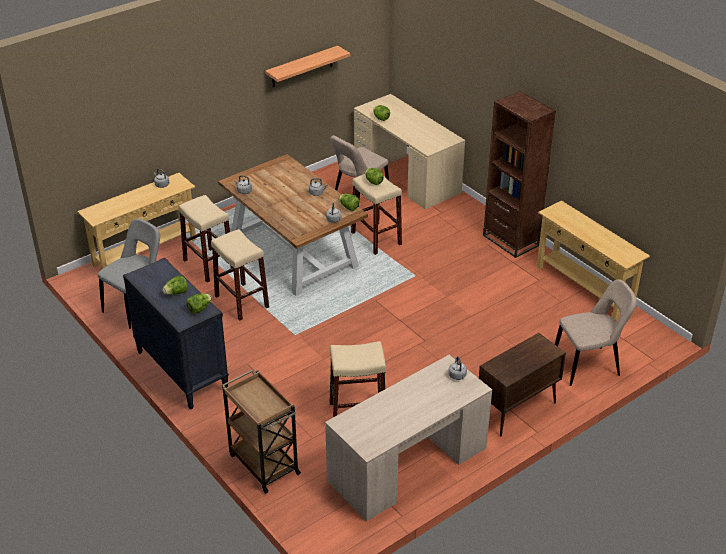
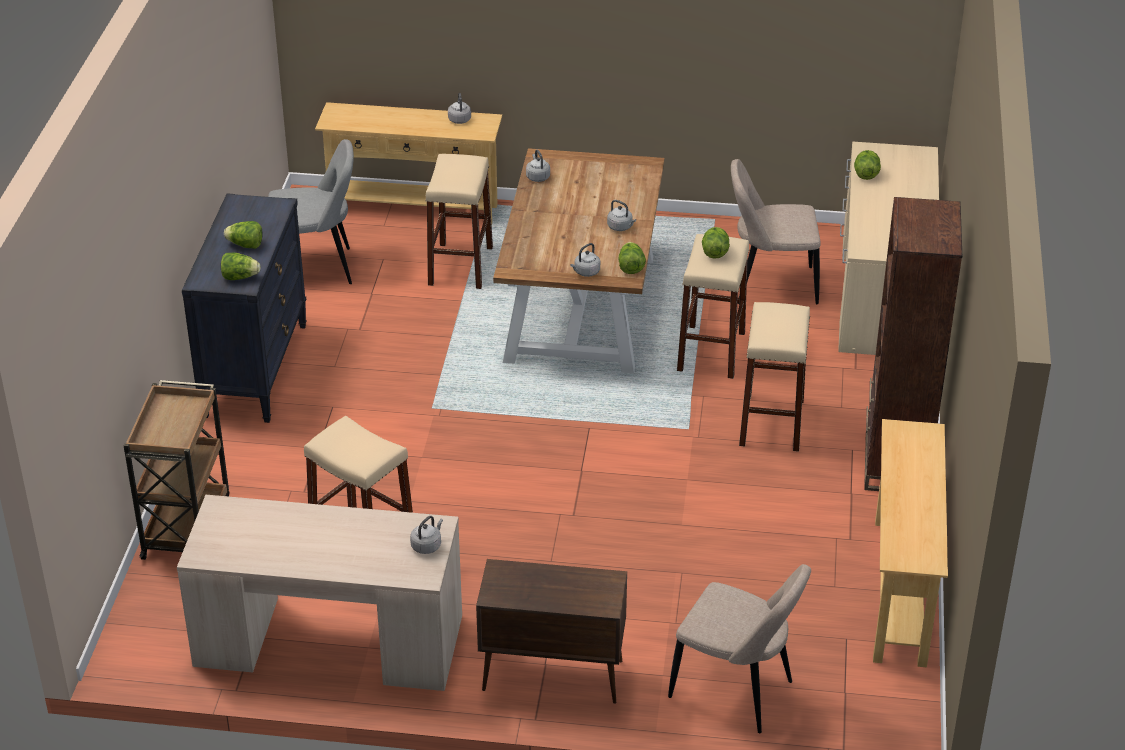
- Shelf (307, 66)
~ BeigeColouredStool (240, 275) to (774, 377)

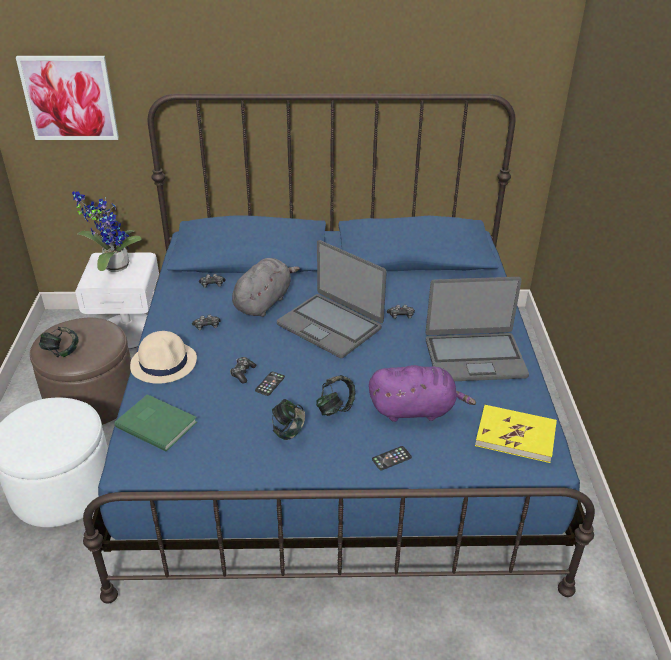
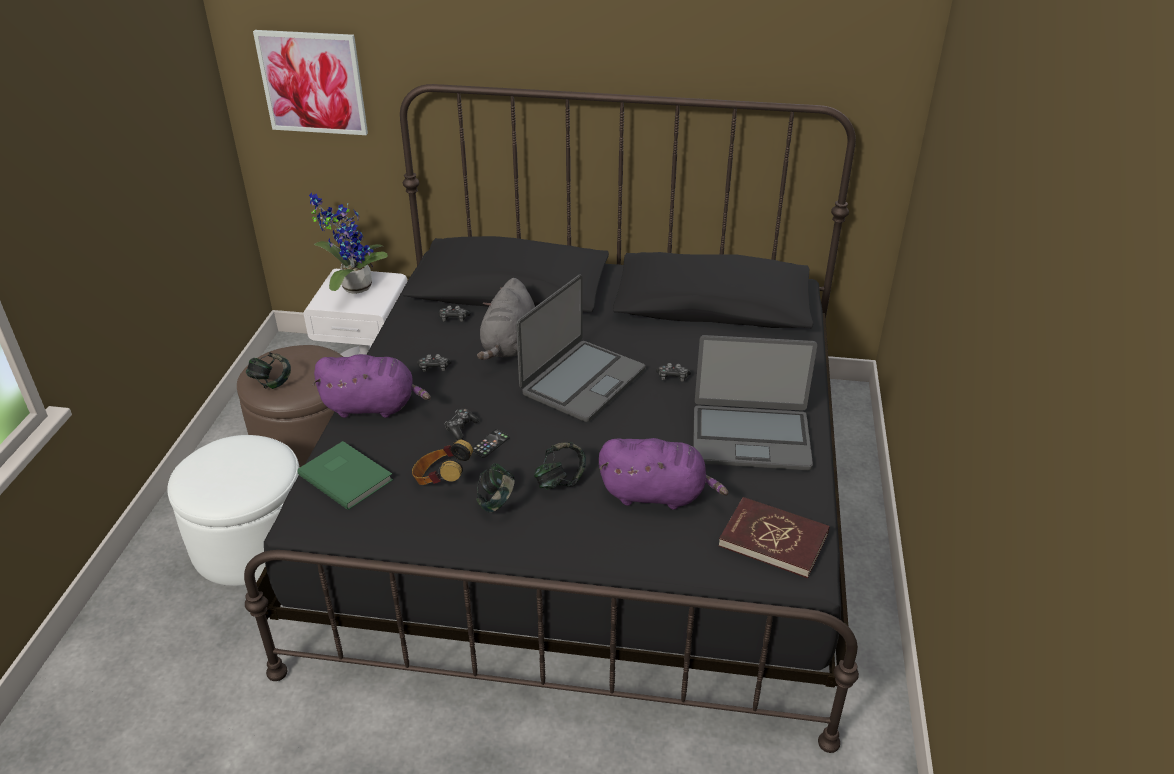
- Phone (392, 458)
+ Headphones (442, 462)
~ BeigeColouredWearableHat (163, 357) to PurpleColouredCuddlyToy (372, 386)
~ BlueColouredSleepingBed (339, 349) to BlackColouredSleepingBed (551, 418)
~ YellowBook (516, 434) to ReddishBook (774, 537)
~ GreyishCuddlyToy (266, 287) = (506, 319) 150 degrees clockwise
~ Laptop (332, 299) = (580, 348) 105 degrees counterclockwise

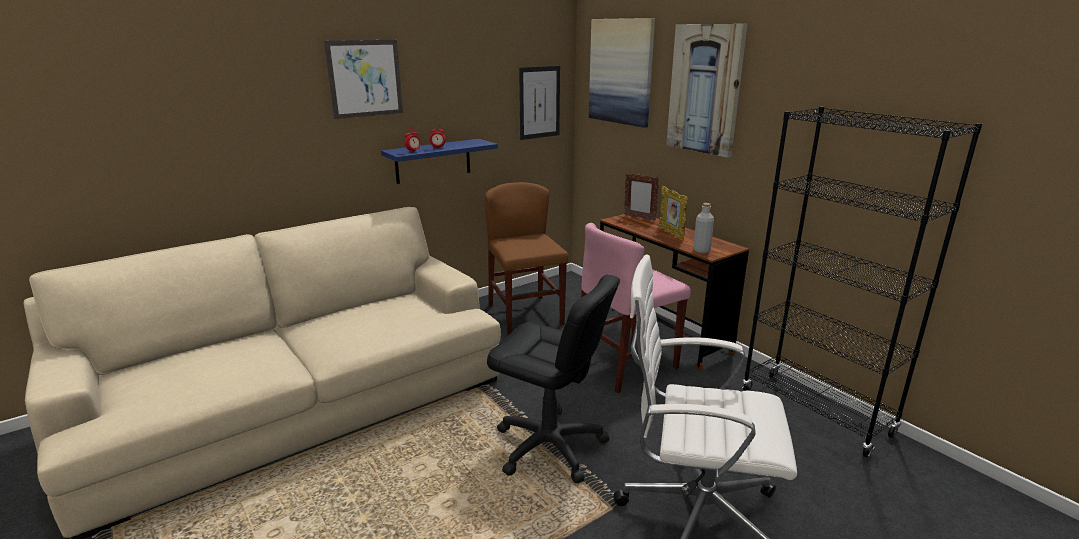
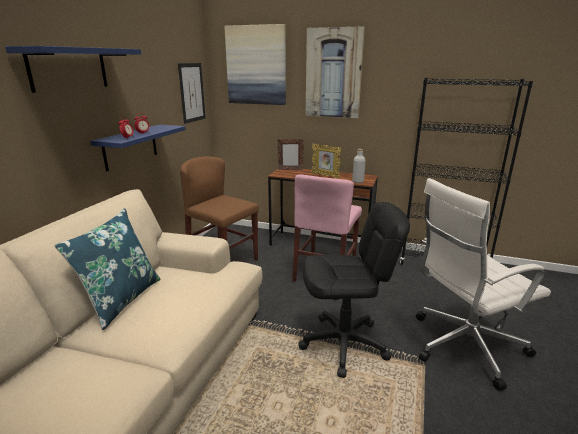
+ BlueColouredThrowPillow (107, 269)
~ WallPicture (363, 79) to BlueColouredShelf (73, 69)

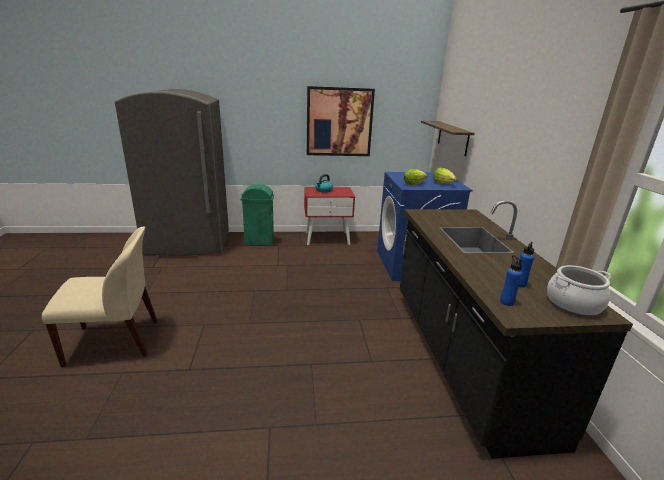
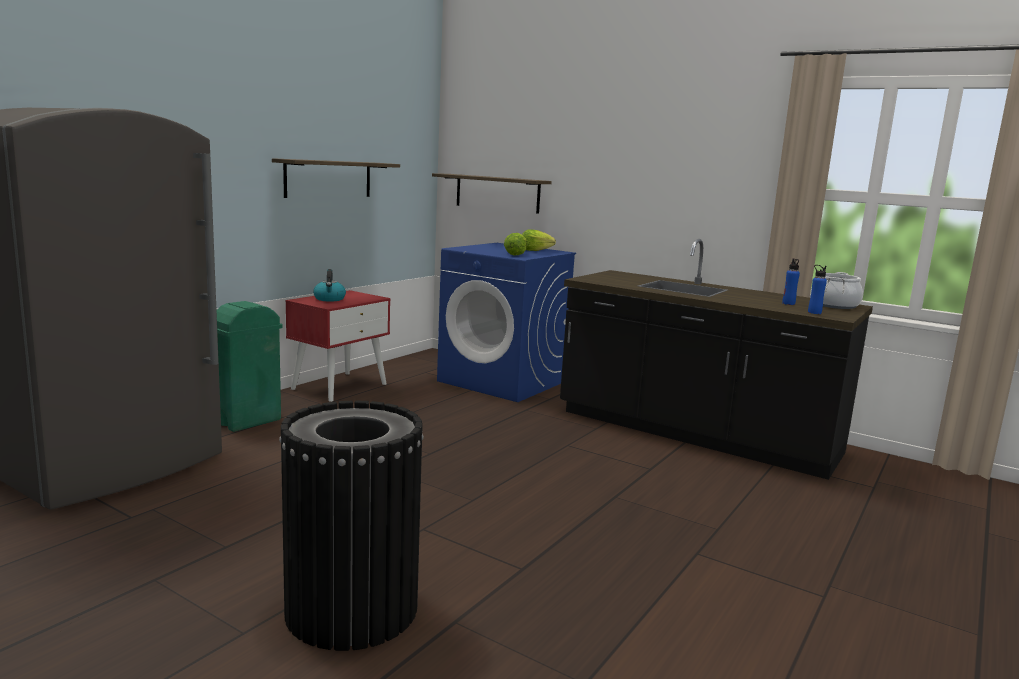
~ BeigeColouredUprightChair (100, 297) to BlackColouredWasteBin (351, 526)
~ WallPicture (341, 121) to Shelf (336, 178)

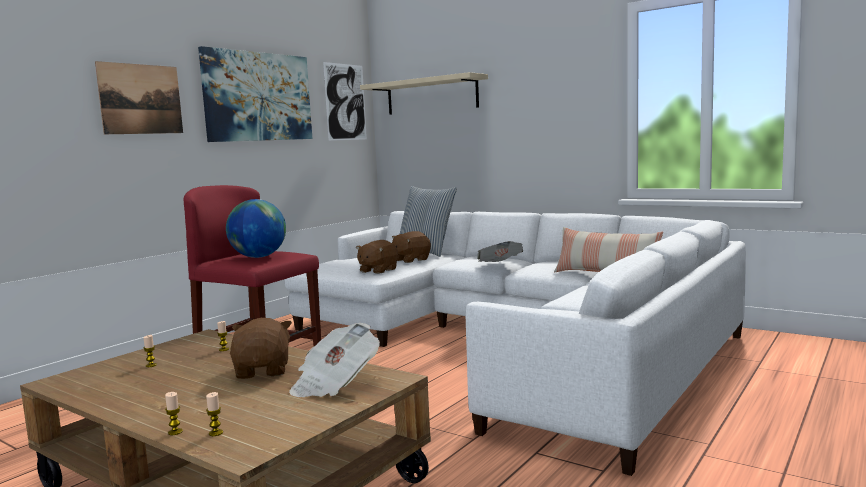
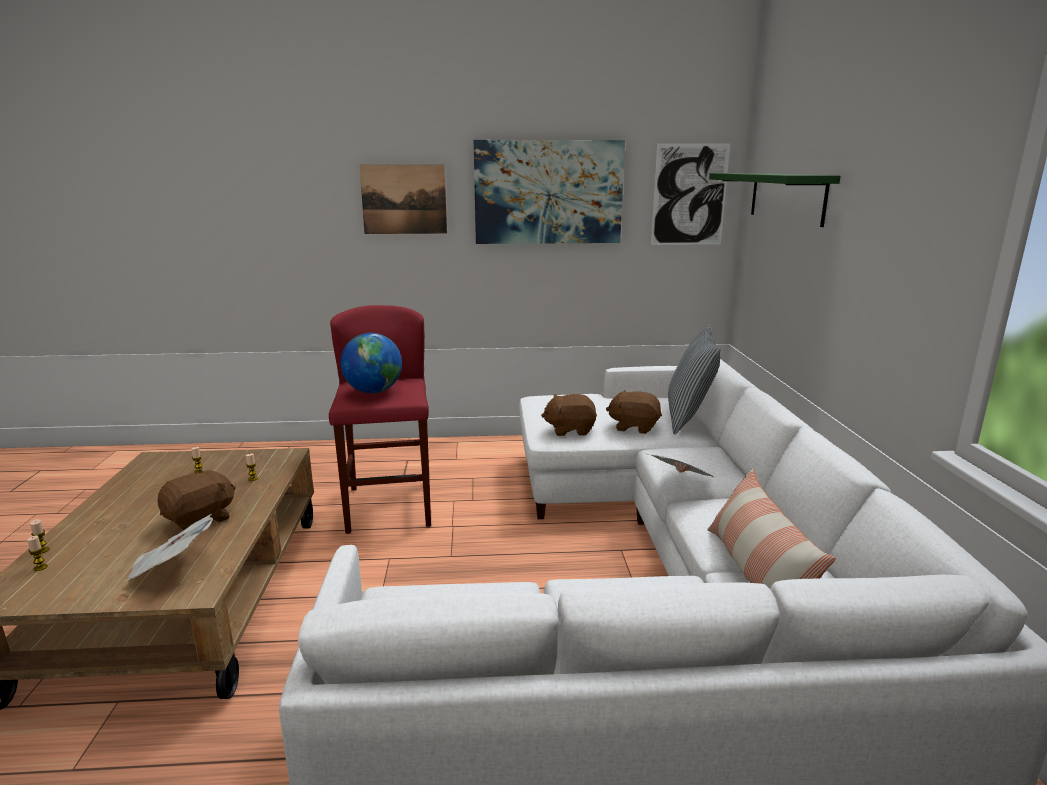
~ BeigeColouredShelf (424, 93) to GreenishShelf (774, 200)

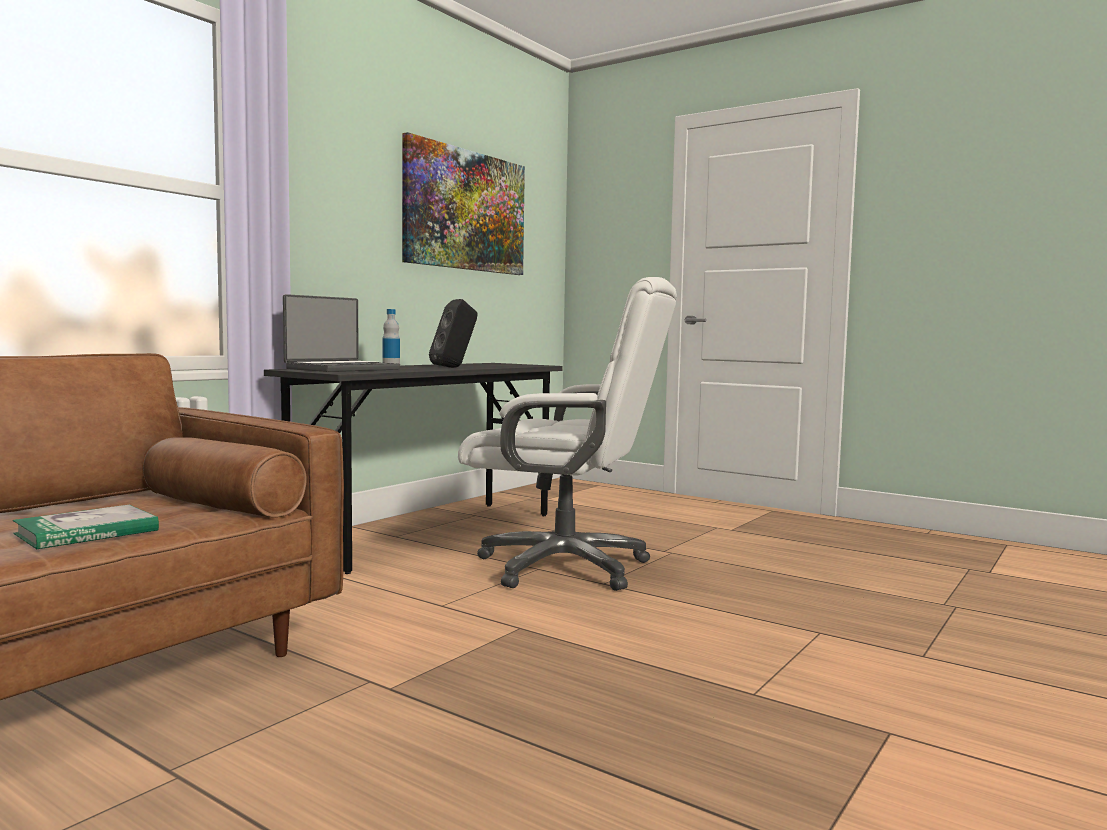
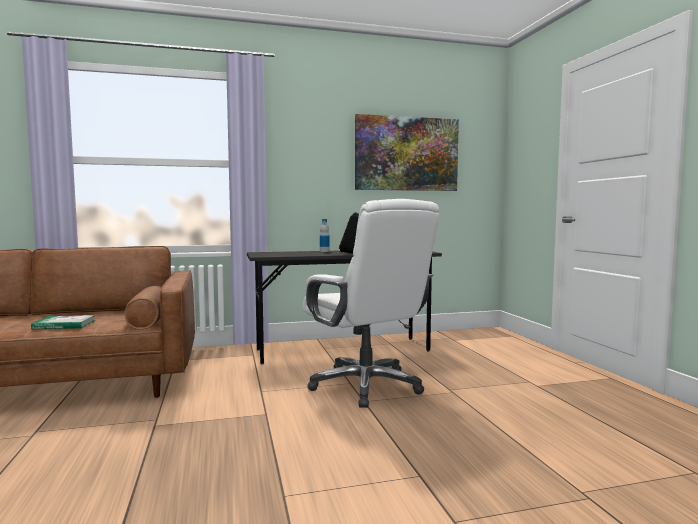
- Laptop (341, 333)

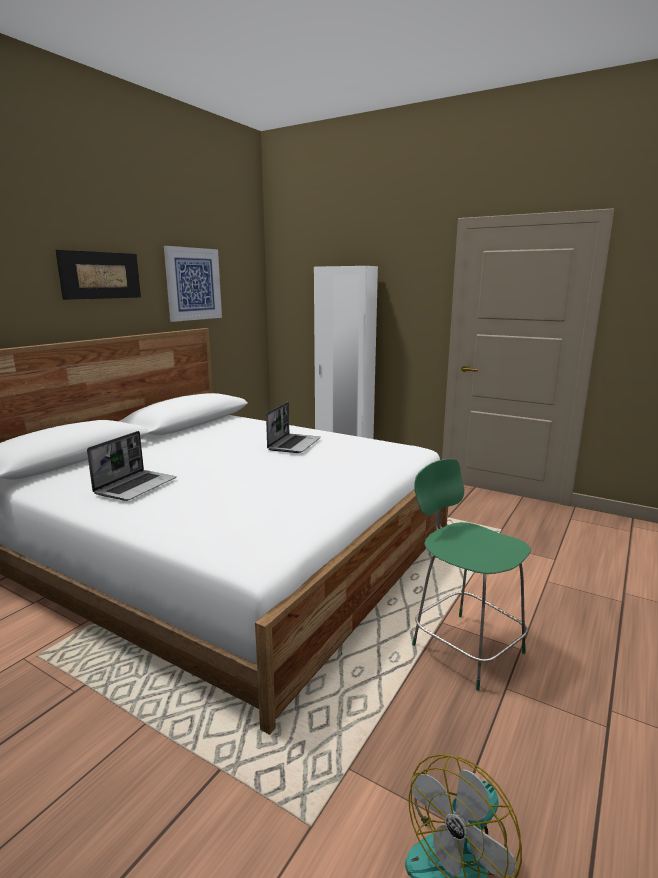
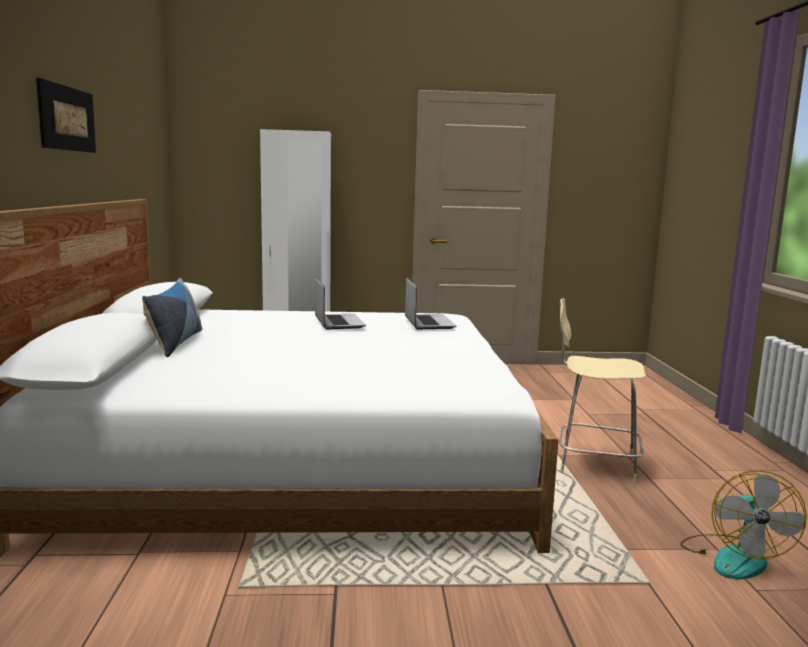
- WallPicture (193, 284)
+ ThrowPillow (172, 317)
~ Laptop (131, 466) to (430, 303)
~ GreenishStool (471, 575) to BeigeColouredStool (602, 391)

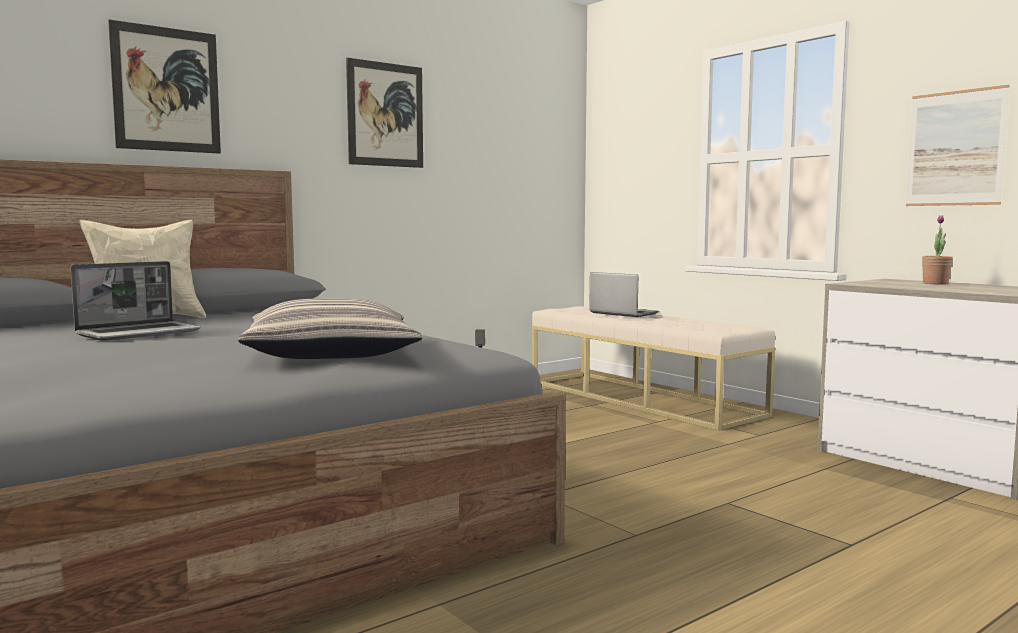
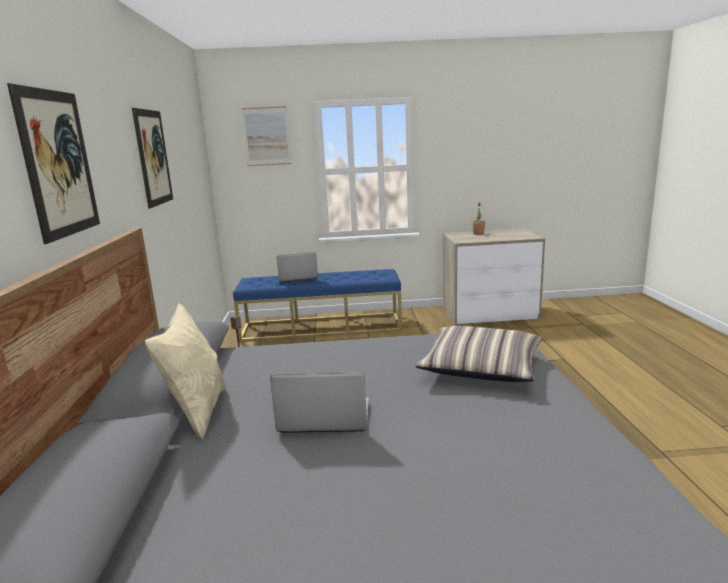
~ WallPicture (958, 145) to (266, 136)
~ BeigeColouredIndoorBench (653, 368) to BlueColouredIndoorBench (317, 305)
~ Laptop (136, 301) = (319, 403) 75 degrees counterclockwise

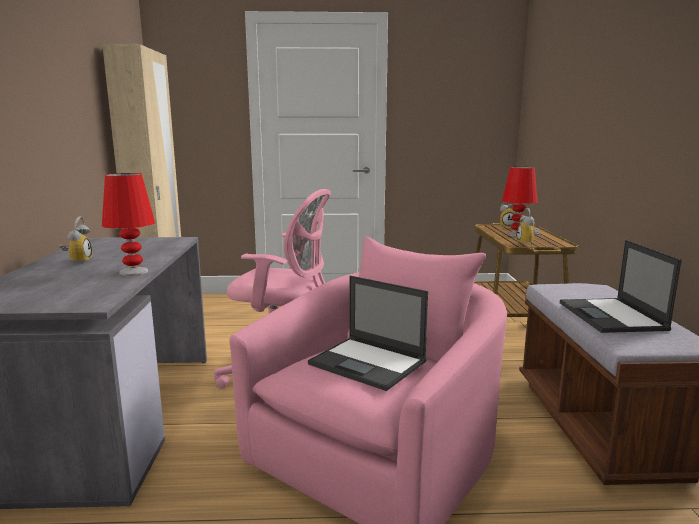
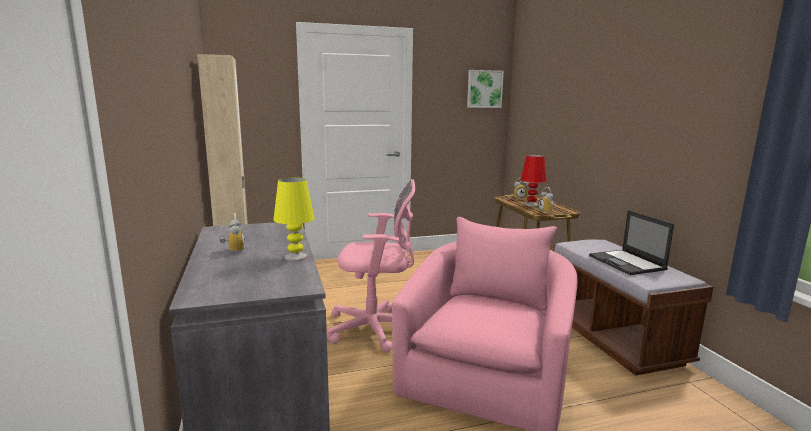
- Laptop (368, 333)
+ WallPicture (485, 89)
~ ReddishTabletopLamp (128, 224) to YellowTabletopLamp (293, 219)

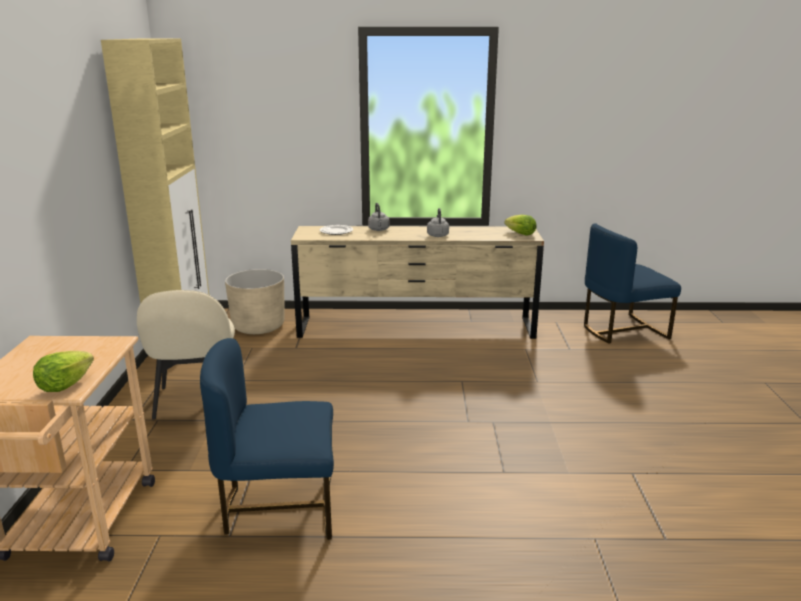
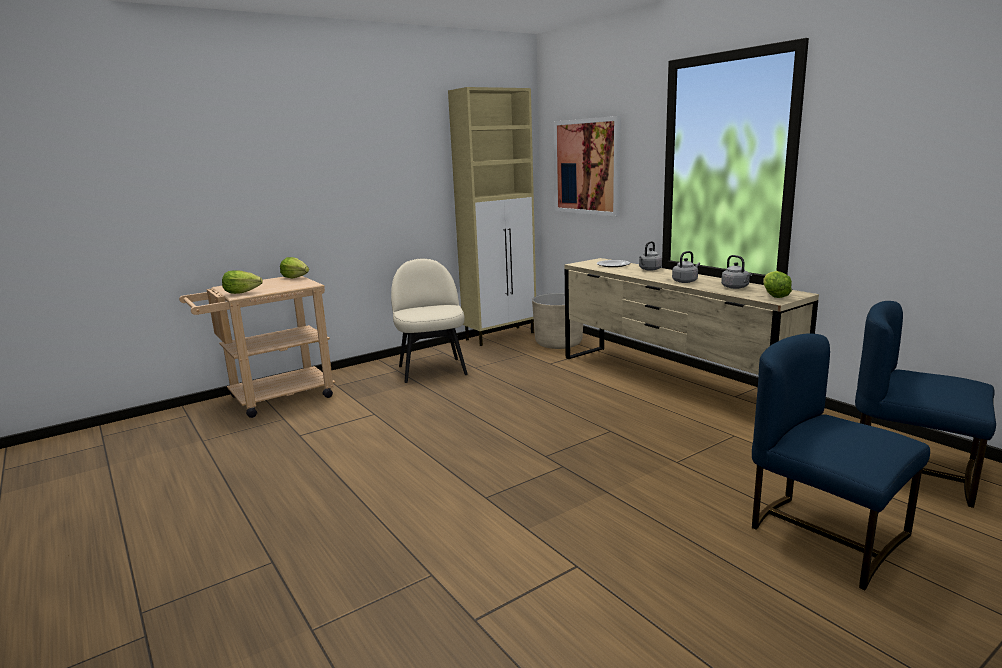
+ LettuceHead (294, 267)
+ WallPicture (587, 166)
+ GreyishTeaKettle (736, 272)
~ BlueColouredUprightChair (267, 439) to (841, 461)
~ BeigeColouredUprightChair (186, 354) = (429, 321) 120 degrees clockwise

